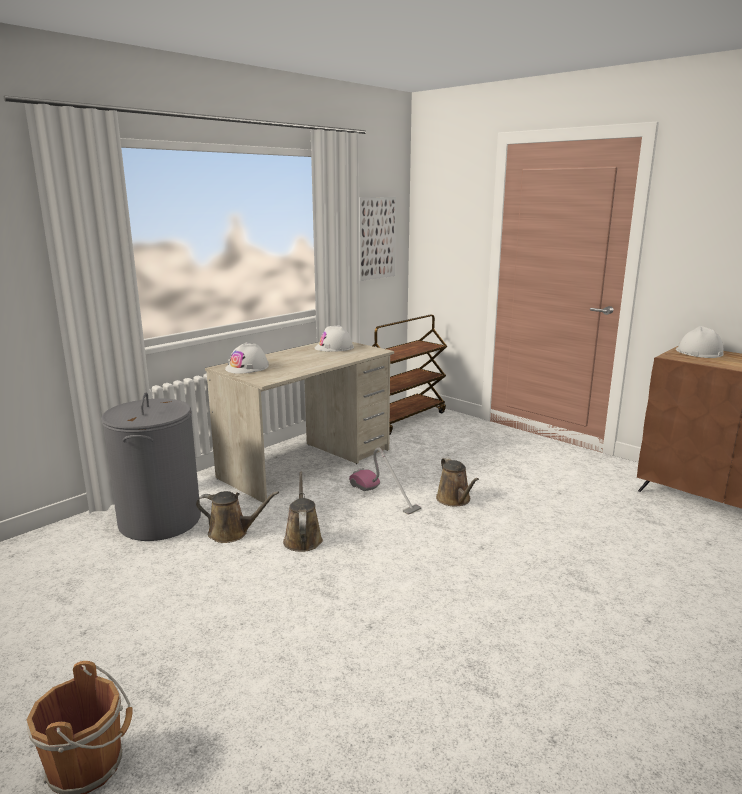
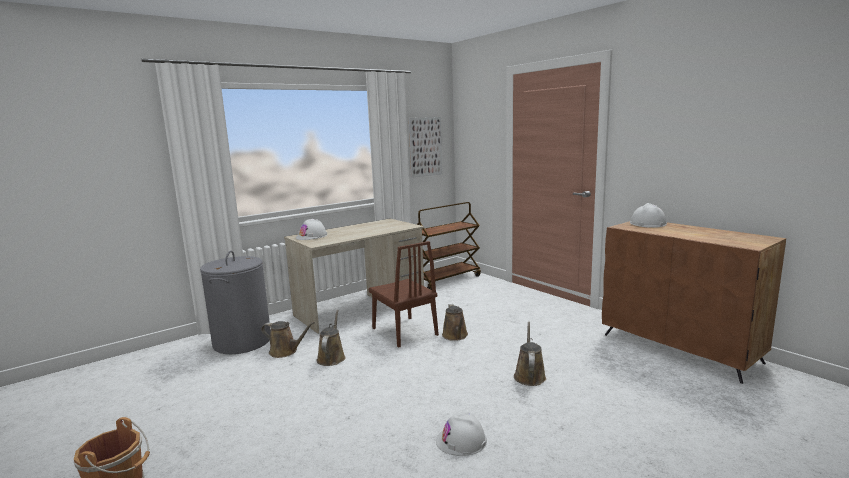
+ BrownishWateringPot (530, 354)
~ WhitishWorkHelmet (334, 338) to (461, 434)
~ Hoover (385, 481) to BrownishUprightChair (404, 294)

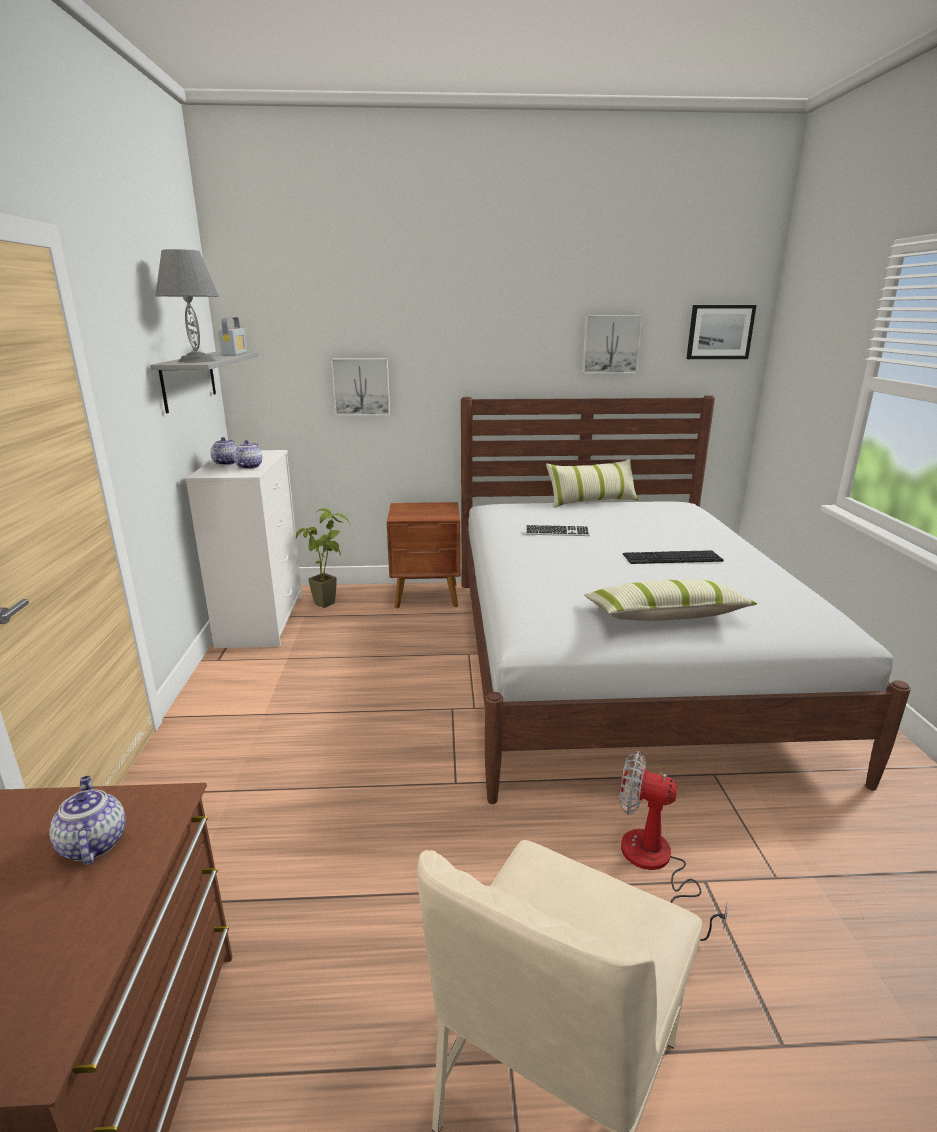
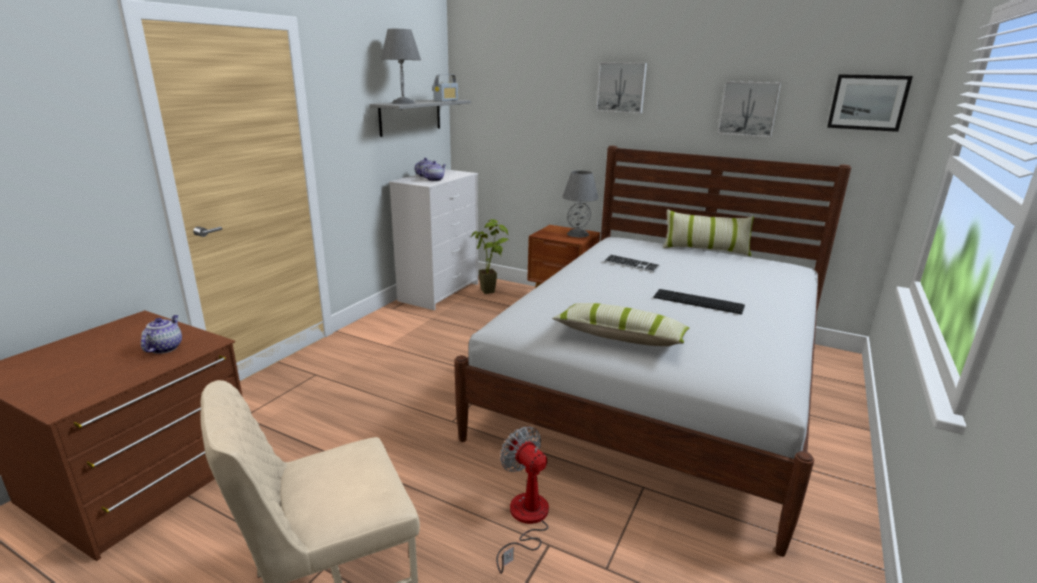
+ GreyishTabletopLamp (580, 203)
~ WallPicture (360, 387) to (621, 88)

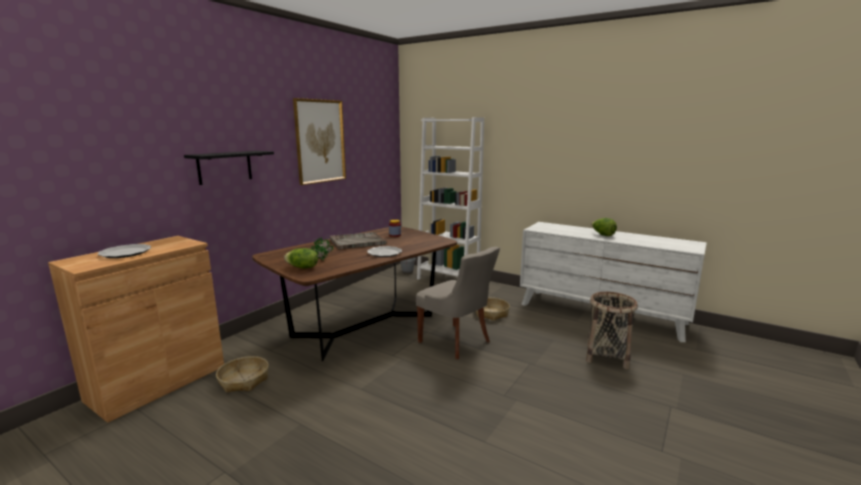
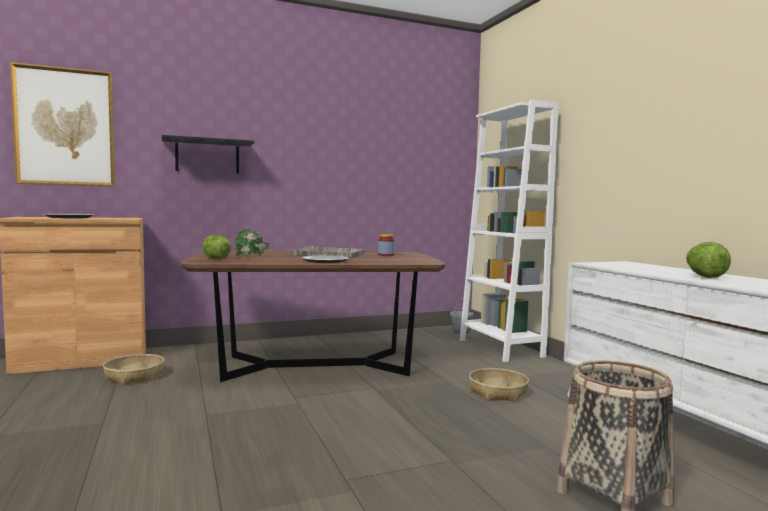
- GreyishUprightChair (458, 303)
~ WallPicture (319, 141) to (62, 124)

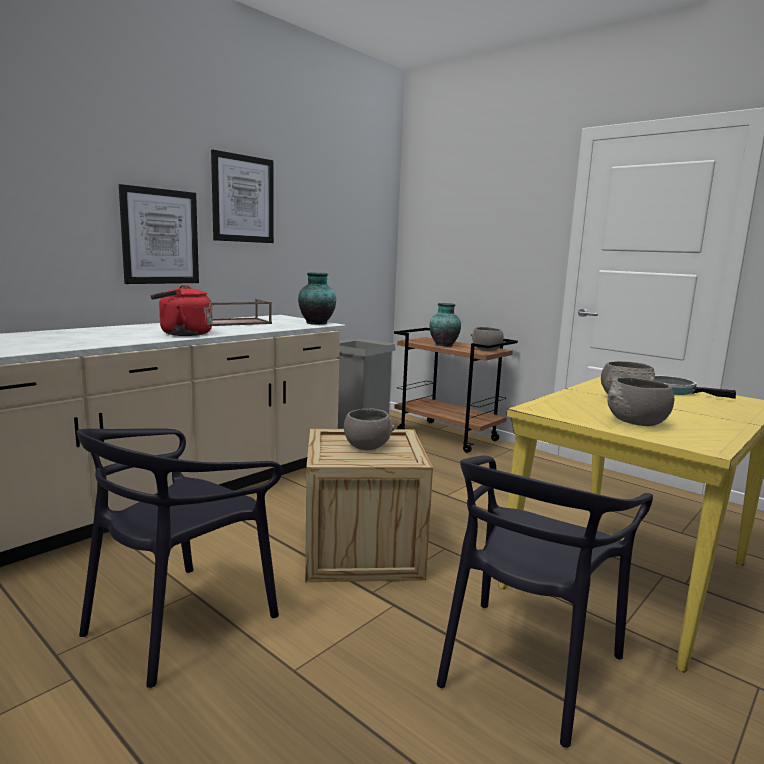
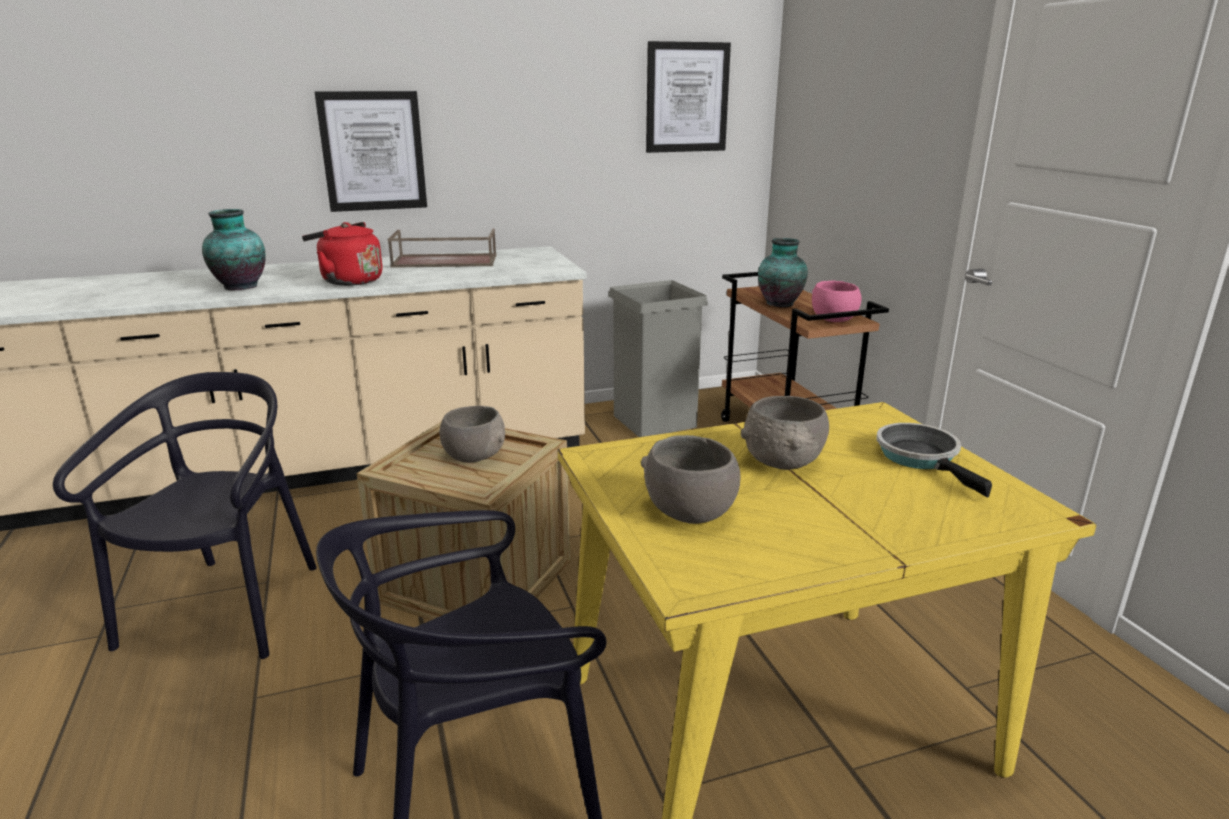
~ WallPicture (242, 196) to (688, 97)
~ Vase (317, 298) to (234, 249)
~ GreyishServingBowl (487, 339) to PinkishServingBowl (836, 301)
~ BlackColouredUprightChair (179, 558) = (185, 515) 120 degrees clockwise

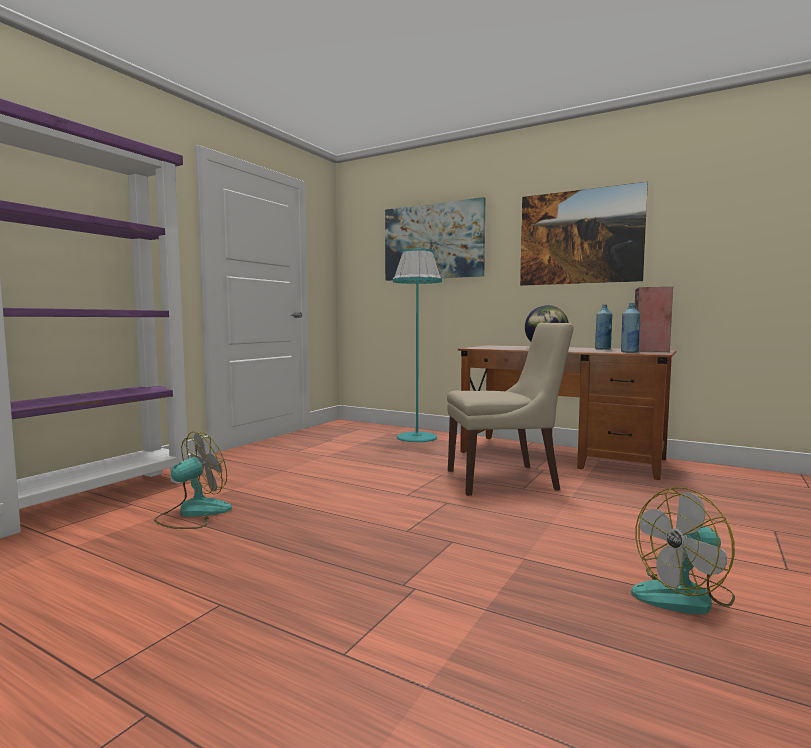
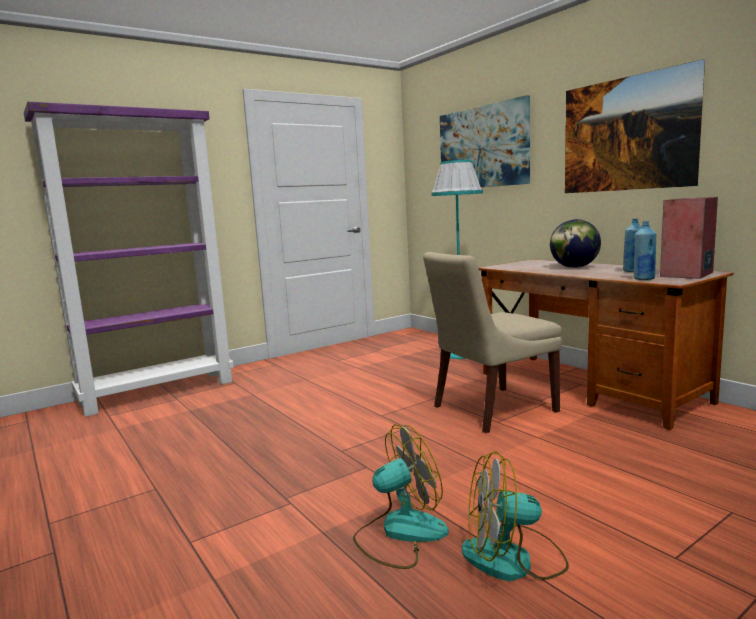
~ Fan (193, 480) to (401, 496)
~ BeigeColouredUprightChair (510, 409) = (492, 342) 135 degrees clockwise

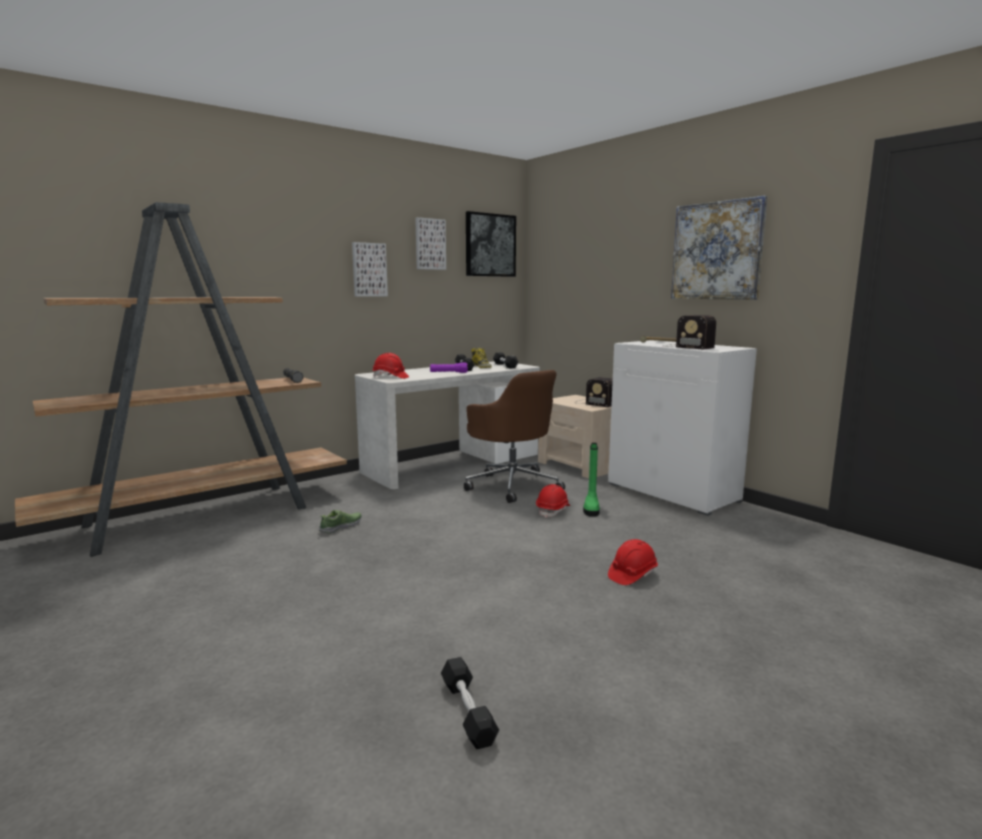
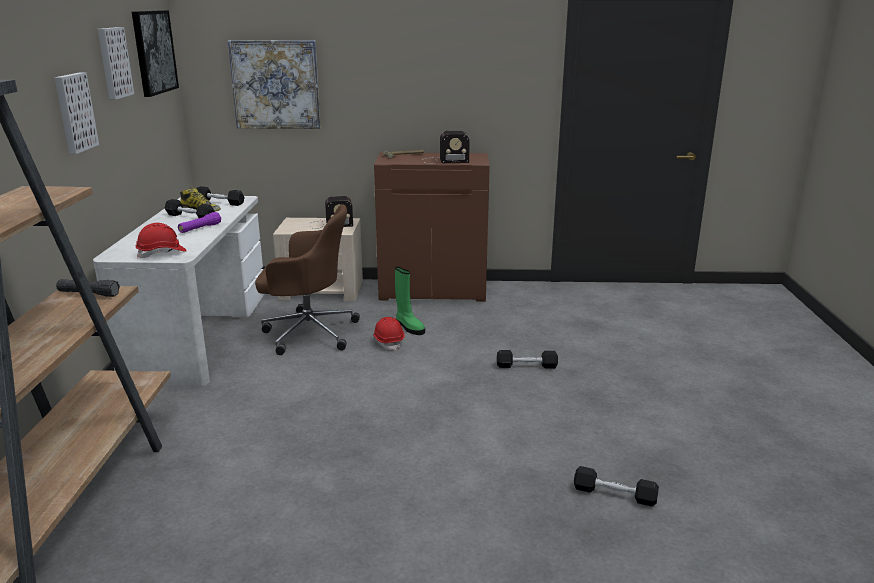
- ItemOfFootwear (340, 522)
~ WallPicture (719, 248) to (274, 84)
~ ReddishWorkHelmet (633, 562) to BlackColouredFreeWeight (527, 359)
~ WhitishCabinet (682, 428) to BrownishCabinet (432, 227)

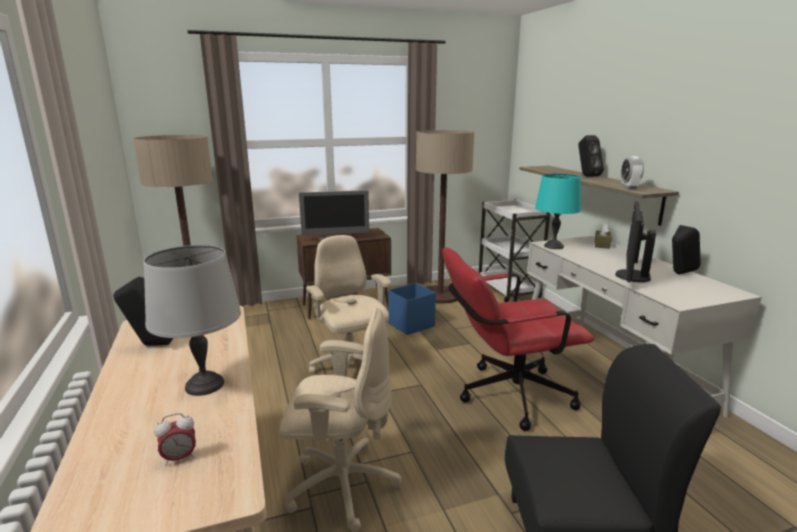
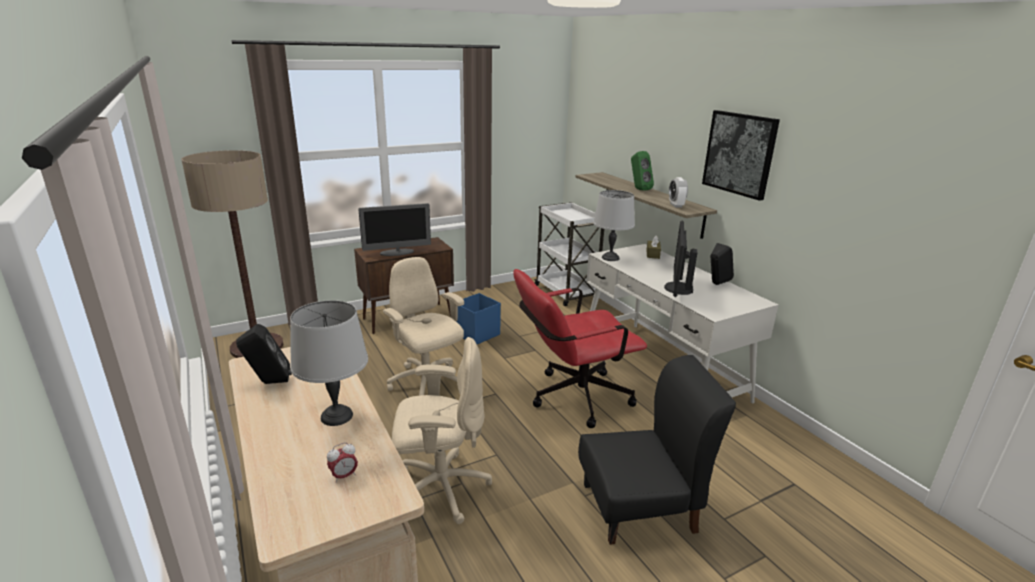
- StandardLamp (445, 217)
+ WallPicture (741, 155)
~ TurquoiseColouredTabletopLamp (558, 211) to GreyishTabletopLamp (614, 225)
~ BlackColouredSpeaker (591, 156) to GreenishSpeaker (642, 171)

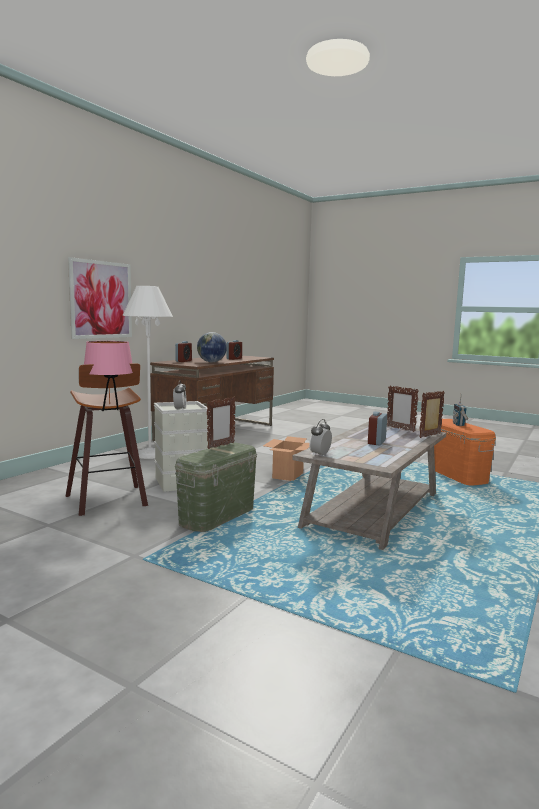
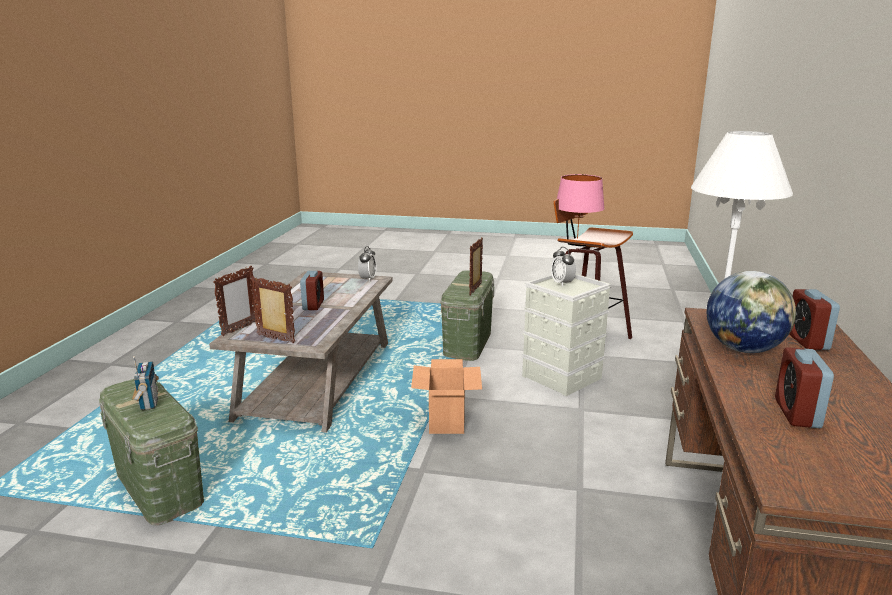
- WallPicture (100, 298)
~ OrangeColouredStorageContainer (465, 452) to GreenishStorageContainer (151, 452)

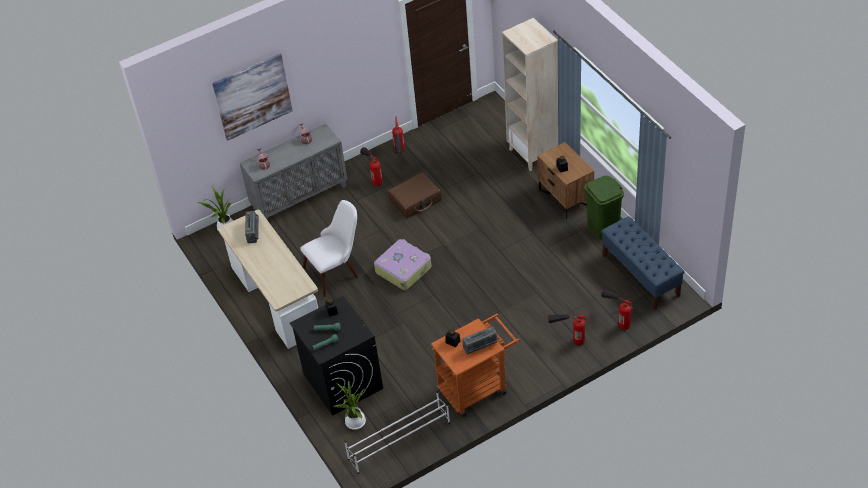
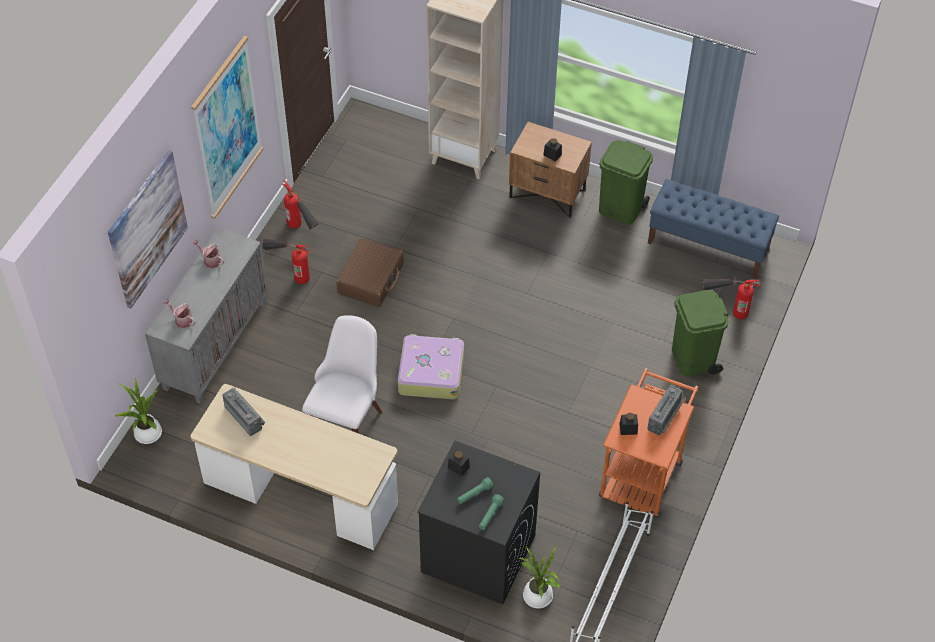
+ WallPicture (227, 127)
~ Extinguisher (568, 330) to GreenishWasteBin (700, 333)

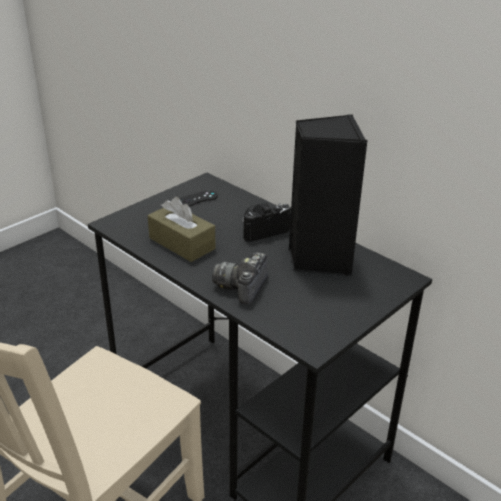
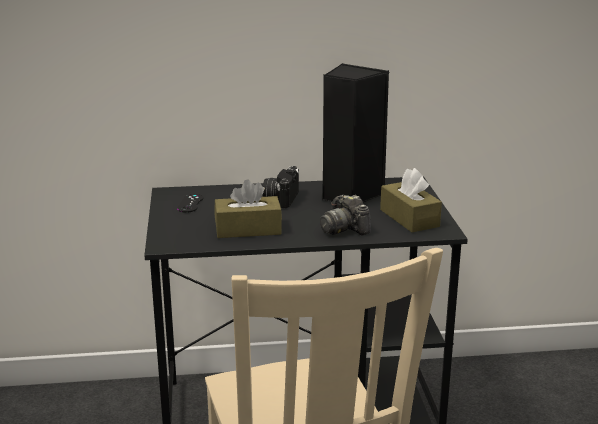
+ BrownishTissueBox (411, 200)

